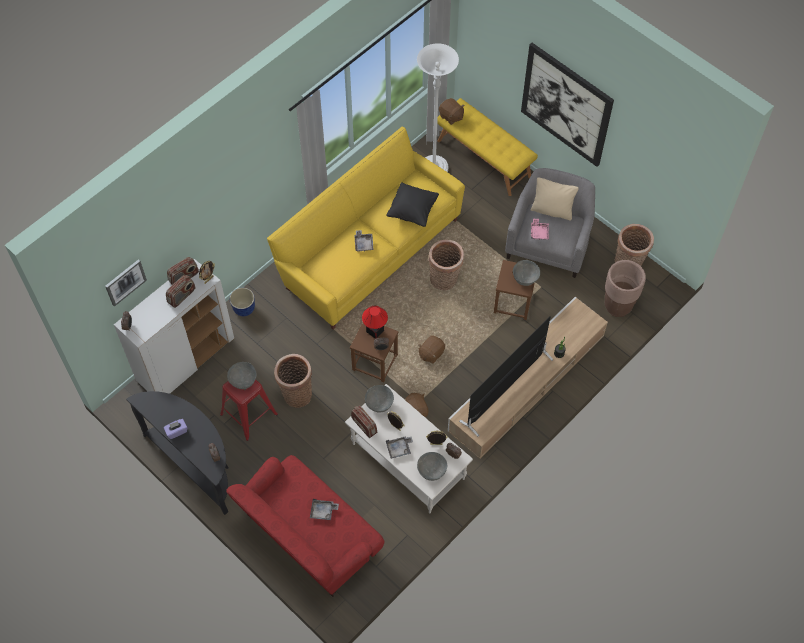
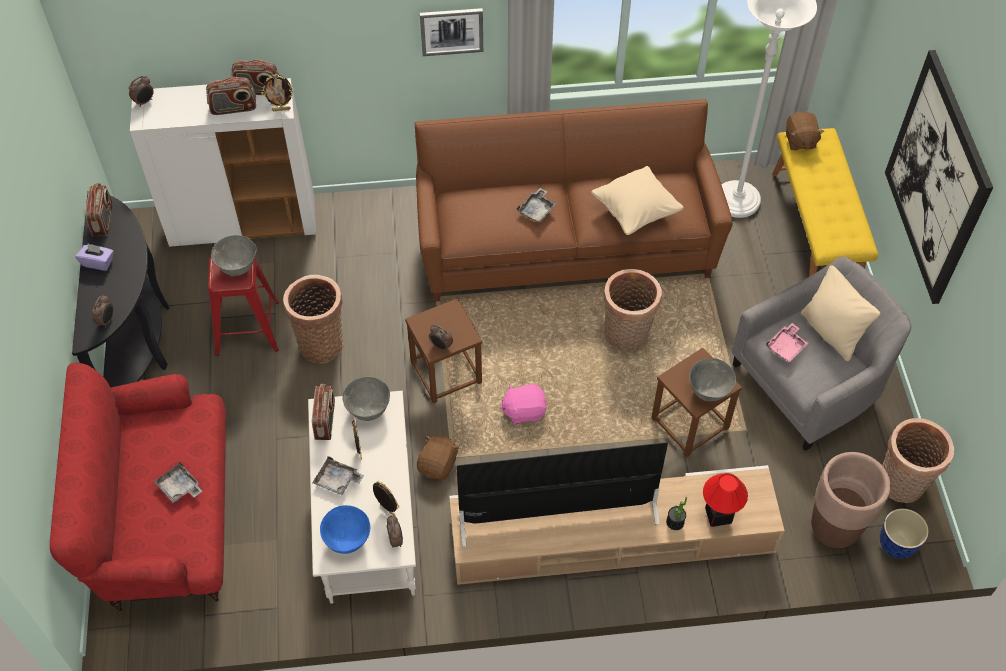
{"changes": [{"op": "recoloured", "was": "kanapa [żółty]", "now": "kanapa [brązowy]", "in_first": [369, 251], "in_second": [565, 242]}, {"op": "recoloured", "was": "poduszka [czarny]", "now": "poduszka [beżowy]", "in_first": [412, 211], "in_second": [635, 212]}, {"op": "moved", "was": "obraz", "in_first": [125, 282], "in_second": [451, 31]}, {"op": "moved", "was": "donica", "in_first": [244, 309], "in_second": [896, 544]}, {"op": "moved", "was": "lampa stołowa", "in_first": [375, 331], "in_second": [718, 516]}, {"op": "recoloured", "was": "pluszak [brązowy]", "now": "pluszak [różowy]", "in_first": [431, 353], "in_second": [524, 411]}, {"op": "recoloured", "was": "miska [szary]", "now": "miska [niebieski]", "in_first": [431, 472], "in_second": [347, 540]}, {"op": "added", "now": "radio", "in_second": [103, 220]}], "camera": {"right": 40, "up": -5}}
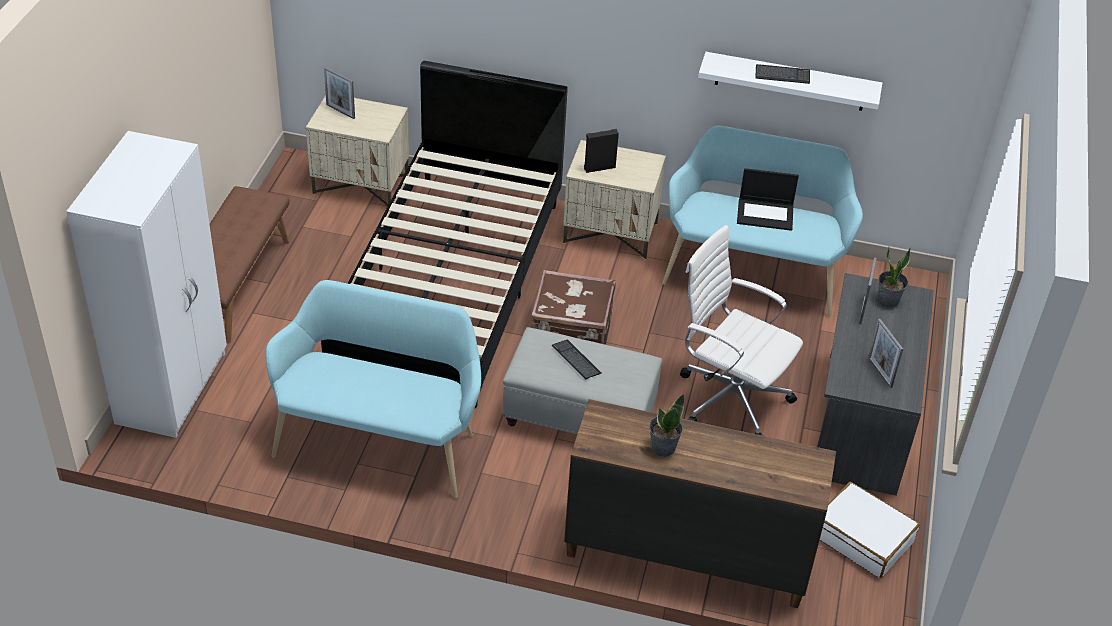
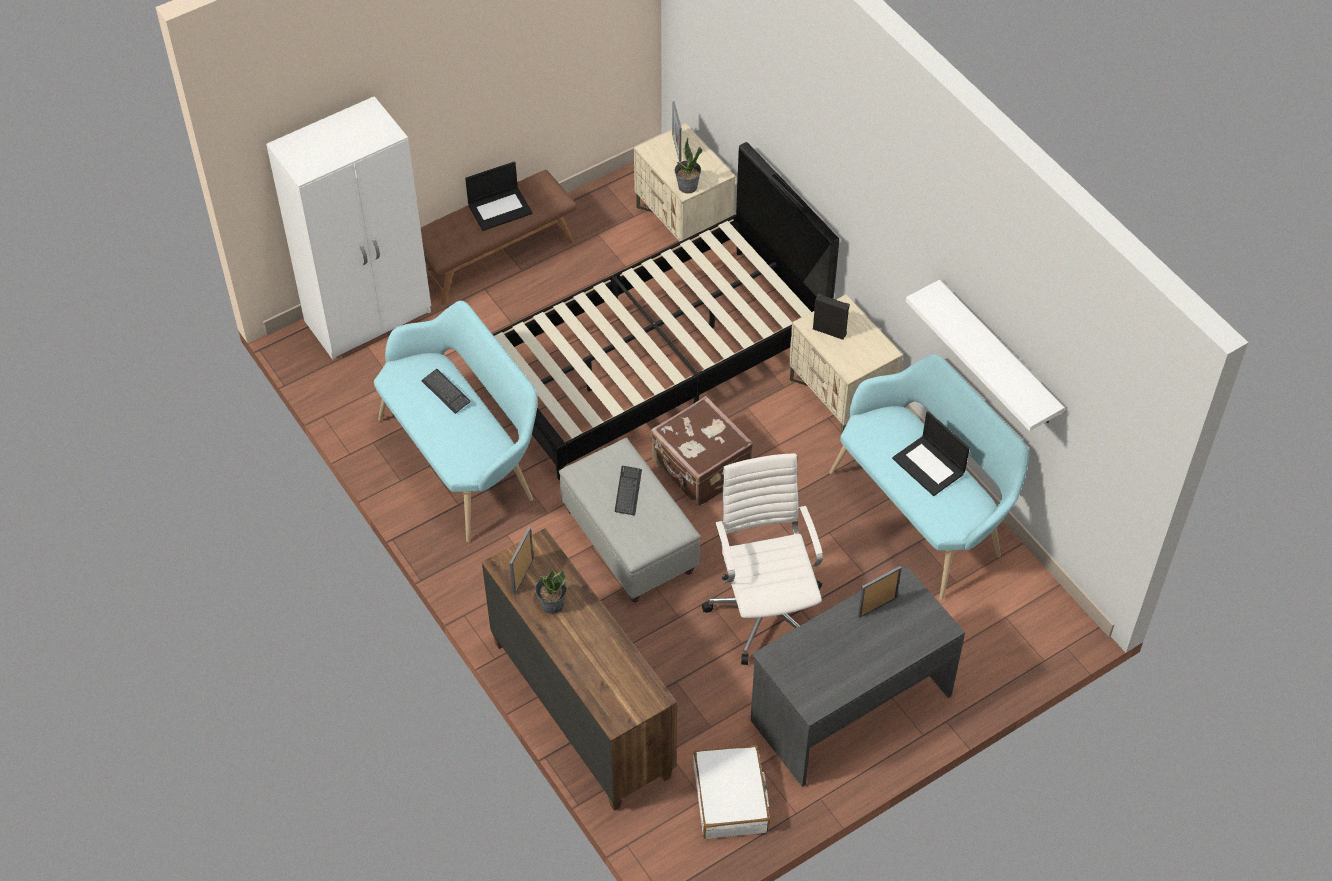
{"changes": [{"op": "moved", "was": "klawiatura", "in_first": [782, 75], "in_second": [446, 392]}, {"op": "moved", "was": "roślina doniczkowa", "in_first": [888, 300], "in_second": [687, 187]}, {"op": "moved", "was": "ramka na zdjęcie", "in_first": [880, 372], "in_second": [523, 576]}, {"op": "added", "now": "laptop", "in_second": [500, 208]}], "camera": {"right": 45, "up": 10}}
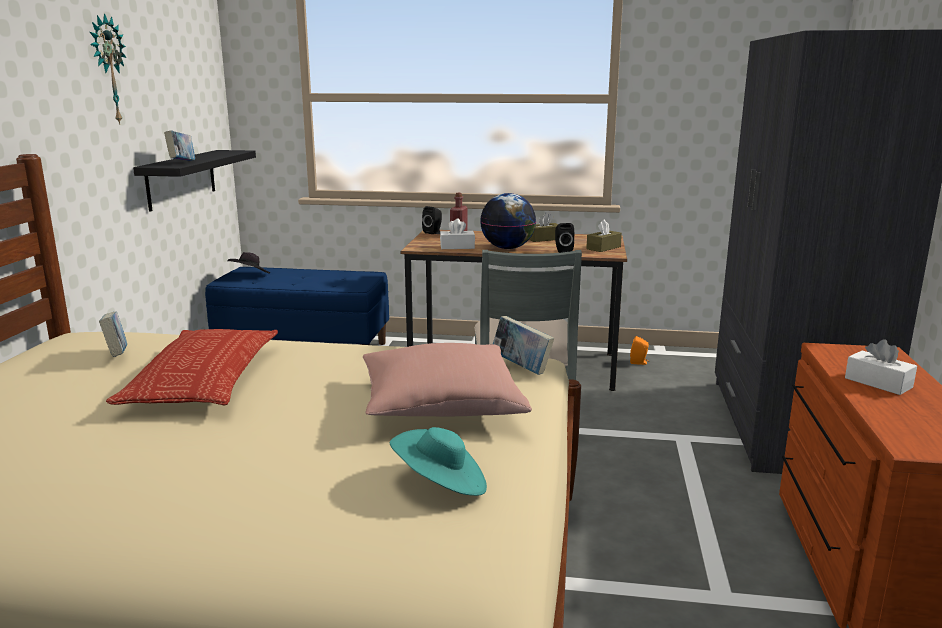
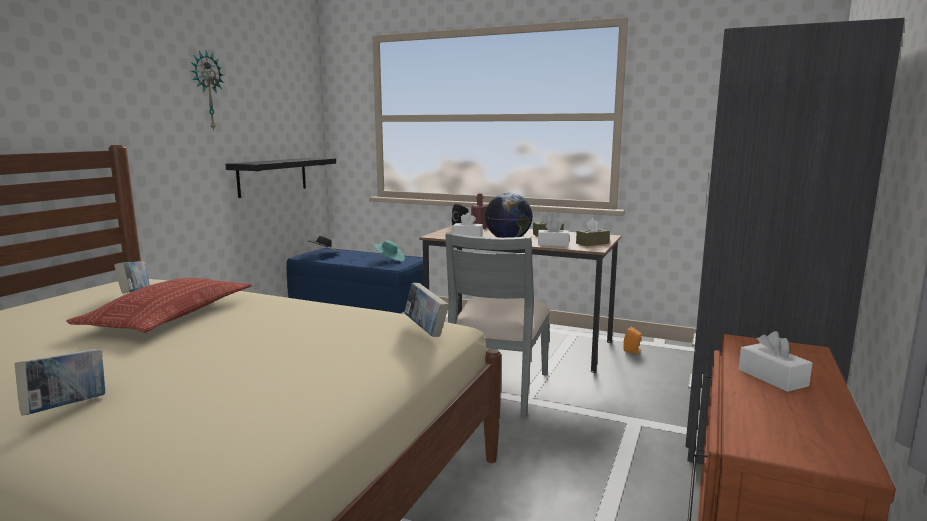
{"changes": [{"op": "moved", "was": "książka", "in_first": [182, 162], "in_second": [67, 408]}, {"op": "replaced", "was": "głośnik [czarny]", "now": "pudełko chusteczek [biały]", "in_first": [562, 251], "in_second": [553, 244]}, {"op": "removed", "was": "poduszka [różowy]", "in_first": [440, 405]}, {"op": "moved", "was": "kapelusz [turkusowy]", "in_first": [441, 485], "in_second": [389, 260]}], "camera": {"right": 15, "up": -5}}
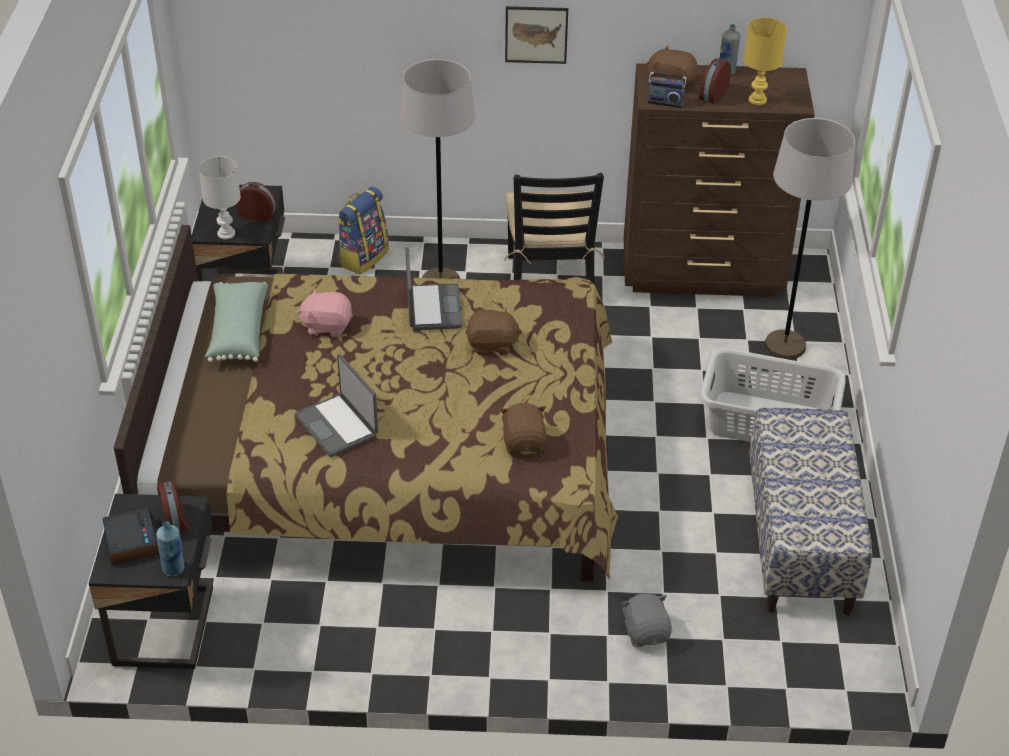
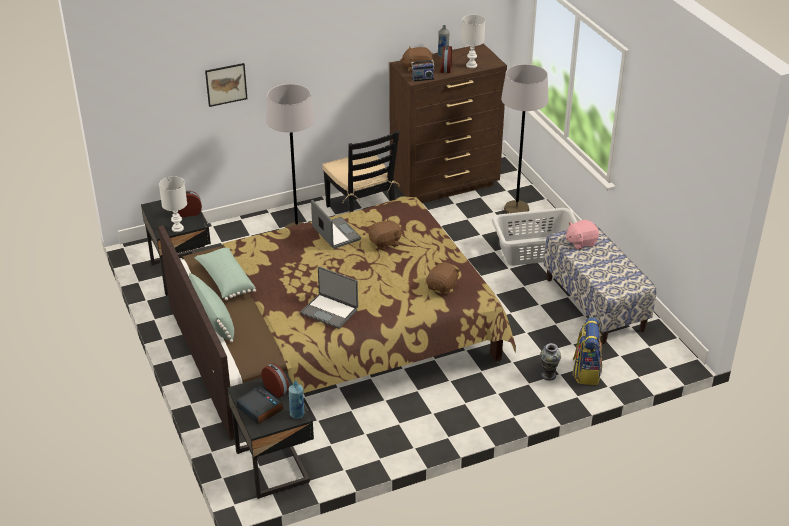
{"changes": [{"op": "moved", "was": "obraz", "in_first": [536, 34], "in_second": [226, 84]}, {"op": "recoloured", "was": "lampa stołowa [żółty]", "now": "lampa stołowa [biały]", "in_first": [758, 100], "in_second": [472, 65]}, {"op": "moved", "was": "plecak", "in_first": [363, 257], "in_second": [586, 371]}, {"op": "moved", "was": "pluszak [różowy]", "in_first": [327, 326], "in_second": [581, 242]}, {"op": "turned", "was": "pluszak [brązowy]", "in_first": [524, 442], "in_second": [442, 287], "clockwise": 60}, {"op": "replaced", "was": "pluszak [szary]", "now": "wazon", "in_first": [646, 632], "in_second": [548, 375]}, {"op": "added", "now": "poduszka [zielony]", "in_second": [213, 320]}], "camera": {"right": -25, "up": -5}}
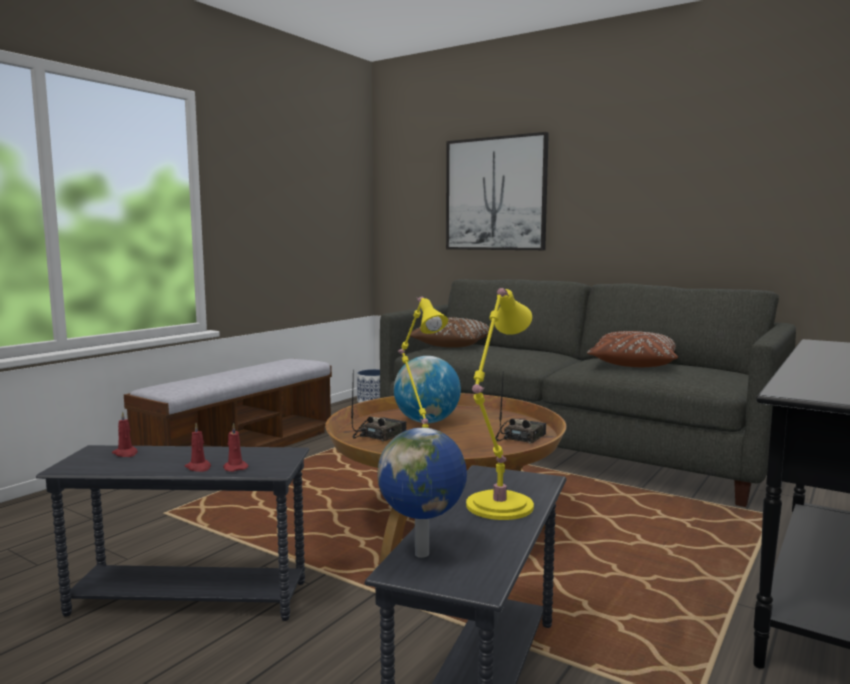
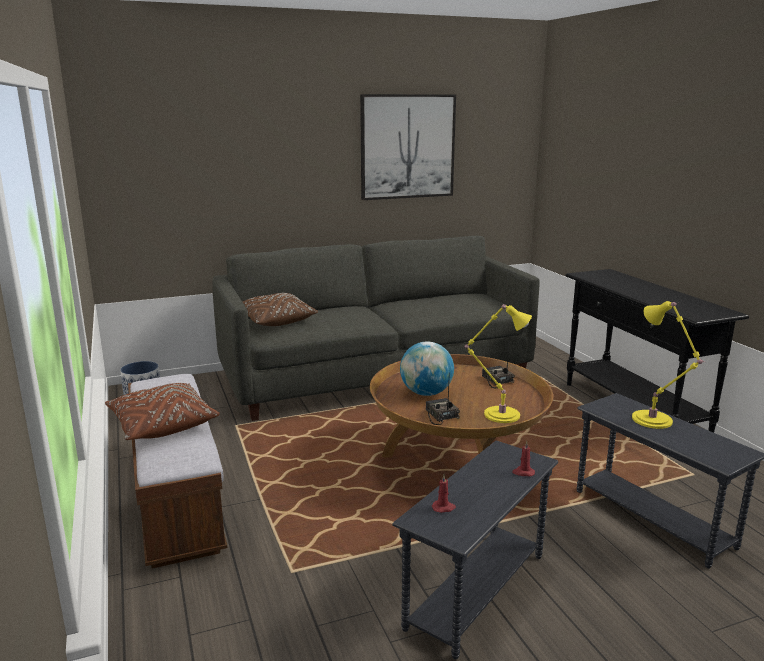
{"changes": [{"op": "moved", "was": "obraz", "in_first": [495, 194], "in_second": [407, 147]}, {"op": "moved", "was": "poduszka [brązowy]", "in_first": [633, 364], "in_second": [162, 425]}, {"op": "removed", "was": "świeca [czerwony]", "in_first": [199, 468]}, {"op": "removed", "was": "globus", "in_first": [424, 554]}], "camera": {"right": -55, "up": 10}}
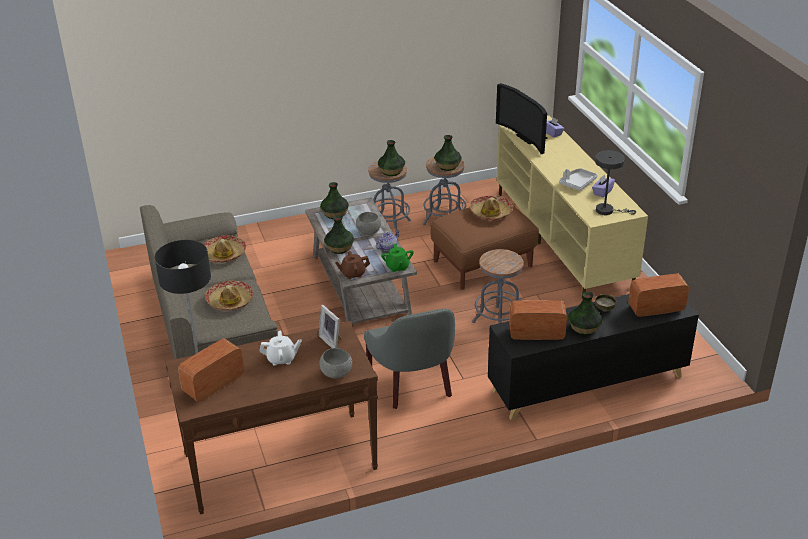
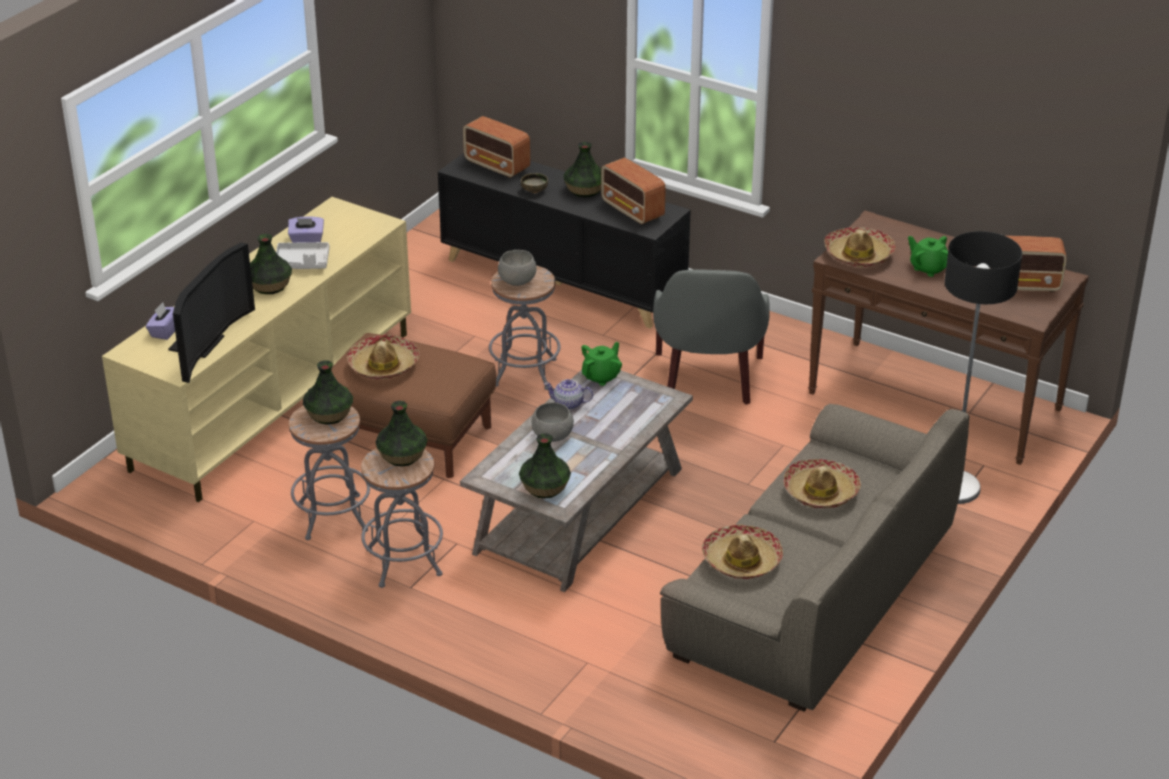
{"changes": [{"op": "removed", "was": "lampa stołowa [szary]", "in_first": [607, 210]}, {"op": "moved", "was": "wazon", "in_first": [339, 248], "in_second": [269, 286]}, {"op": "removed", "was": "imbryk [brązowy]", "in_first": [353, 274]}, {"op": "replaced", "was": "ramka na zdjęcie", "now": "kapelusz", "in_first": [332, 341], "in_second": [859, 255]}, {"op": "turned", "was": "fotel [szary]", "in_first": [413, 383], "in_second": [708, 379], "clockwise": 150}, {"op": "recoloured", "was": "imbryk [biały]", "now": "imbryk [zielony]", "in_first": [281, 359], "in_second": [928, 268]}, {"op": "moved", "was": "miska [szary]", "in_first": [336, 373], "in_second": [516, 281]}], "camera": {"right": -130, "up": 0}}
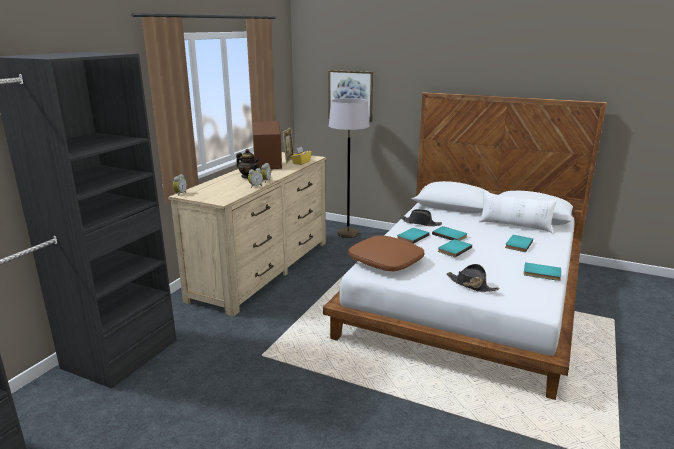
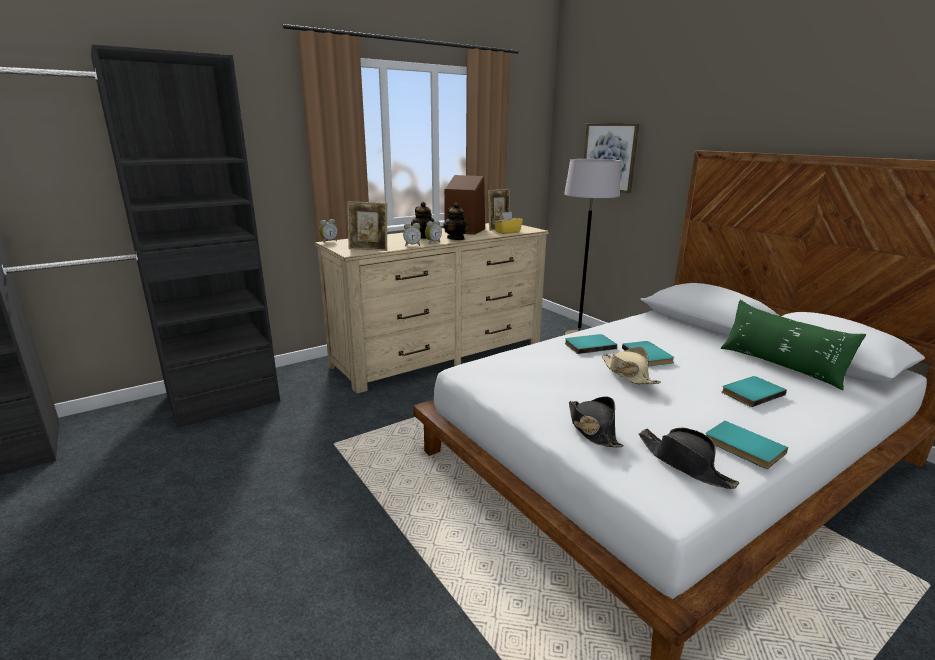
{"changes": [{"op": "recoloured", "was": "poduszka [biały]", "now": "poduszka [zielony]", "in_first": [514, 225], "in_second": [780, 366]}, {"op": "moved", "was": "kapelusz [czarny]", "in_first": [420, 223], "in_second": [684, 464]}, {"op": "removed", "was": "poduszka [brązowy]", "in_first": [386, 261]}, {"op": "replaced", "was": "książka [turkusowy]", "now": "kapelusz [beżowy]", "in_first": [453, 249], "in_second": [628, 374]}, {"op": "added", "now": "ramka na zdjęcie", "in_second": [368, 249]}, {"op": "added", "now": "imbryk", "in_second": [456, 238]}], "camera": {"right": 30, "up": 0}}
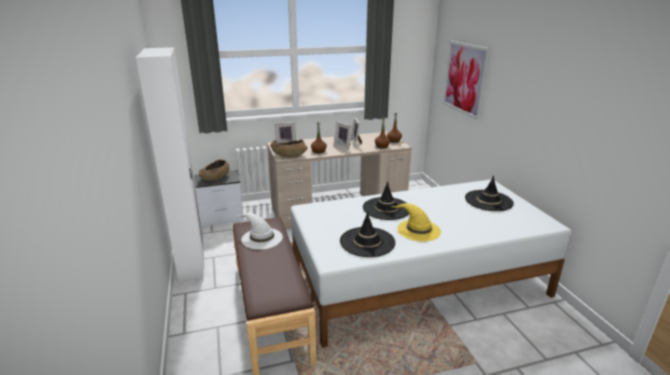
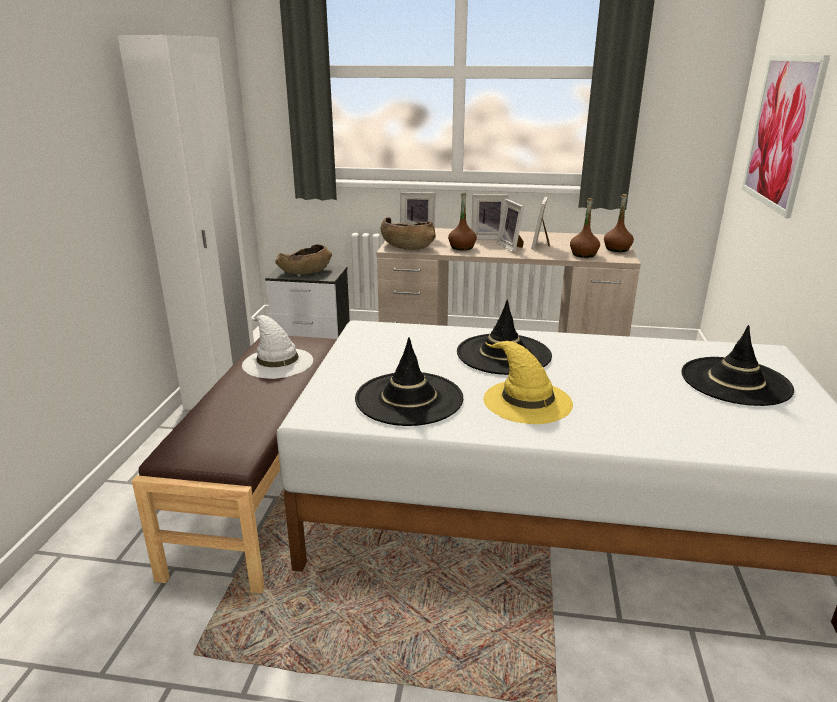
{"changes": [{"op": "added", "now": "ramka na zdjęcie", "in_second": [488, 237]}], "camera": {"right": 25, "up": 0}}
